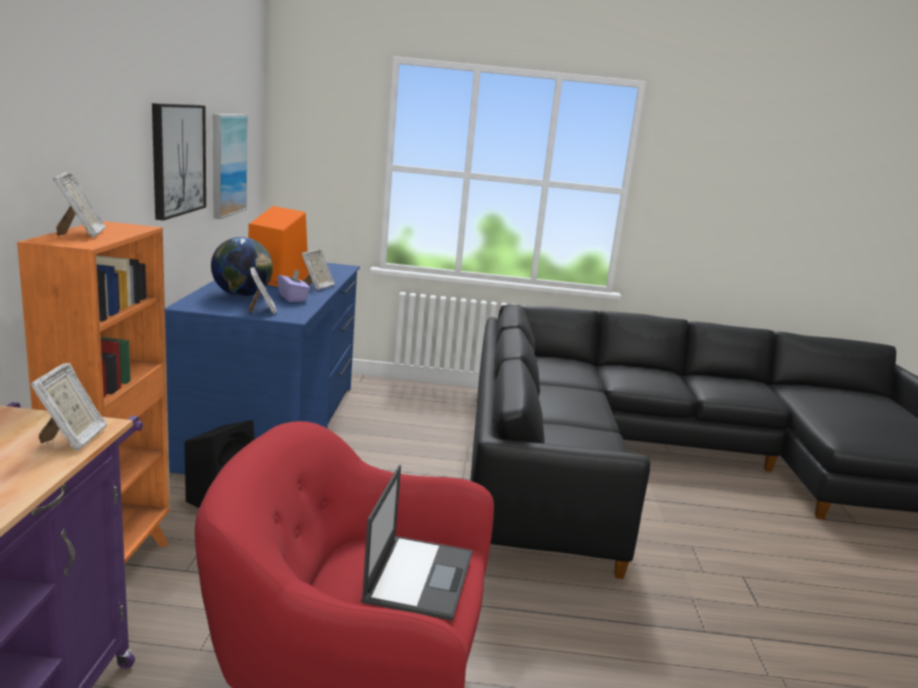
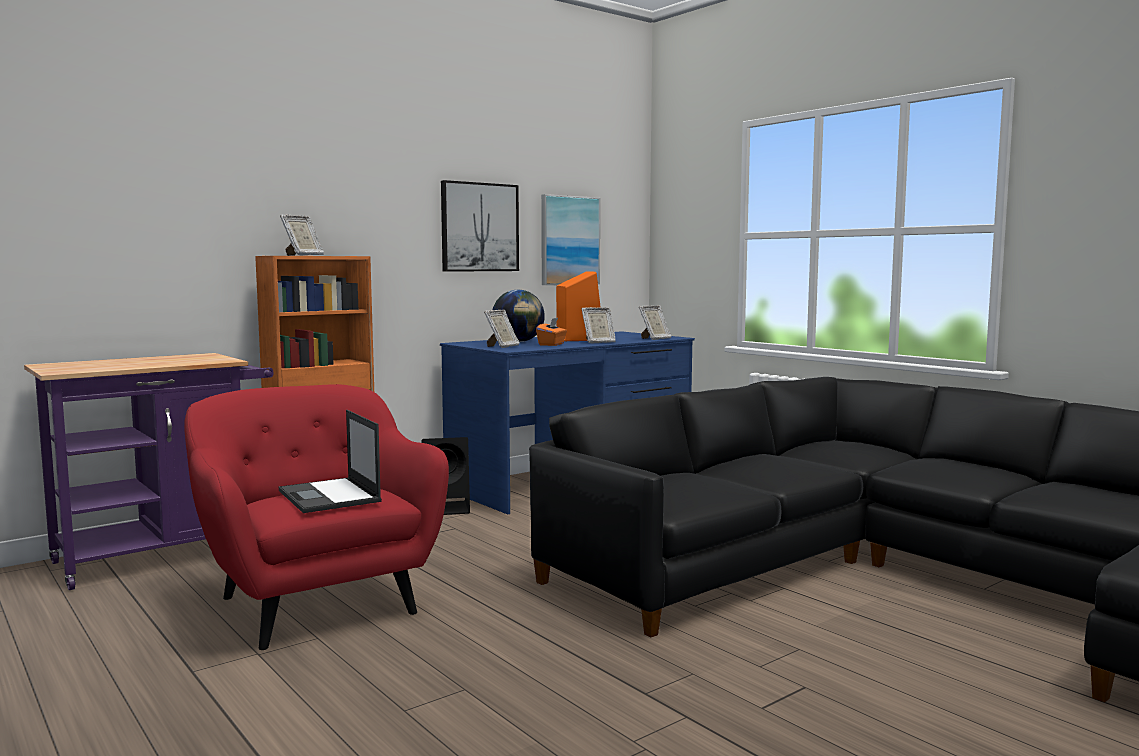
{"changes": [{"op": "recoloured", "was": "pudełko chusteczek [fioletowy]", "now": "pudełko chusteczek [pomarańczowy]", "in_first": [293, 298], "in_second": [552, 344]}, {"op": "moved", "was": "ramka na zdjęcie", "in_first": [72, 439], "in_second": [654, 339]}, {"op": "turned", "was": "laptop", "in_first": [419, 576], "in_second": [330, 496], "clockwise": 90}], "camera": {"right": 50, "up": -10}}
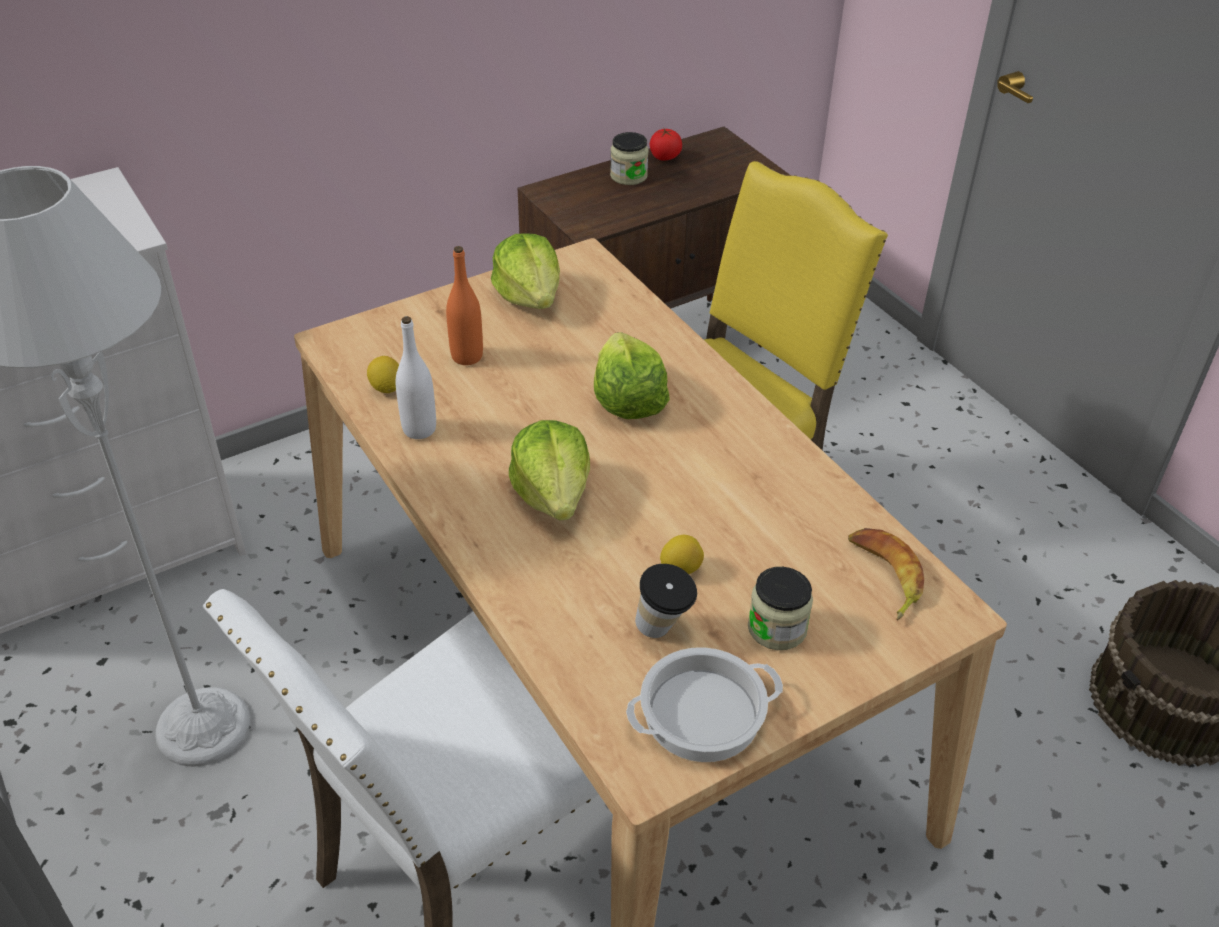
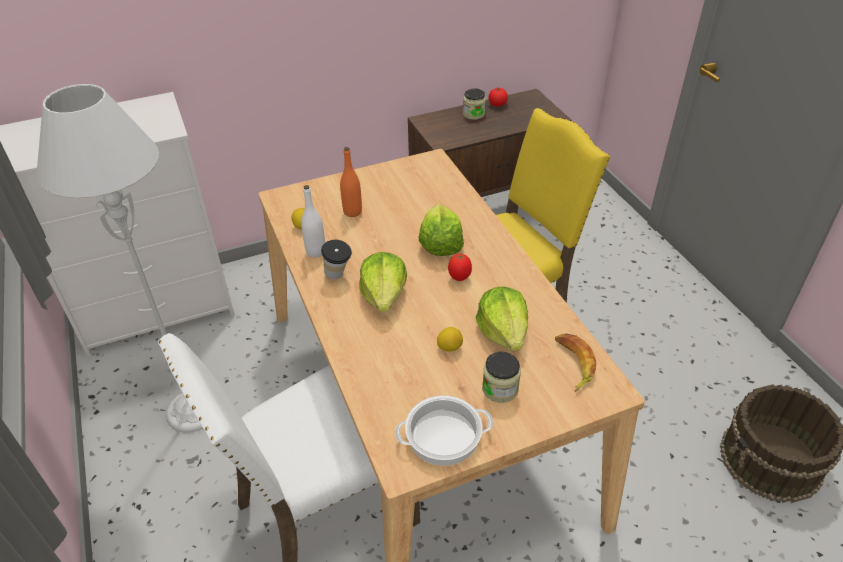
{"changes": [{"op": "moved", "was": "sałata", "in_first": [530, 295], "in_second": [503, 332]}, {"op": "moved", "was": "filiżanka", "in_first": [663, 630], "in_second": [338, 276]}, {"op": "added", "now": "pomidor", "in_second": [459, 277]}], "camera": {"right": 10, "up": 0}}
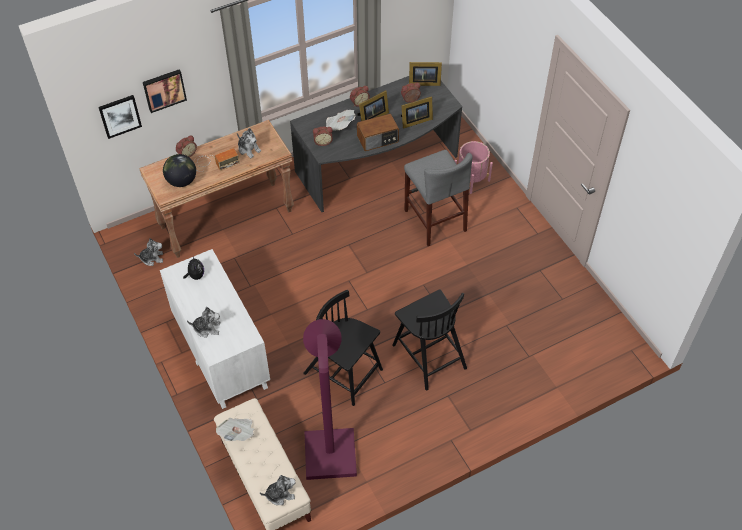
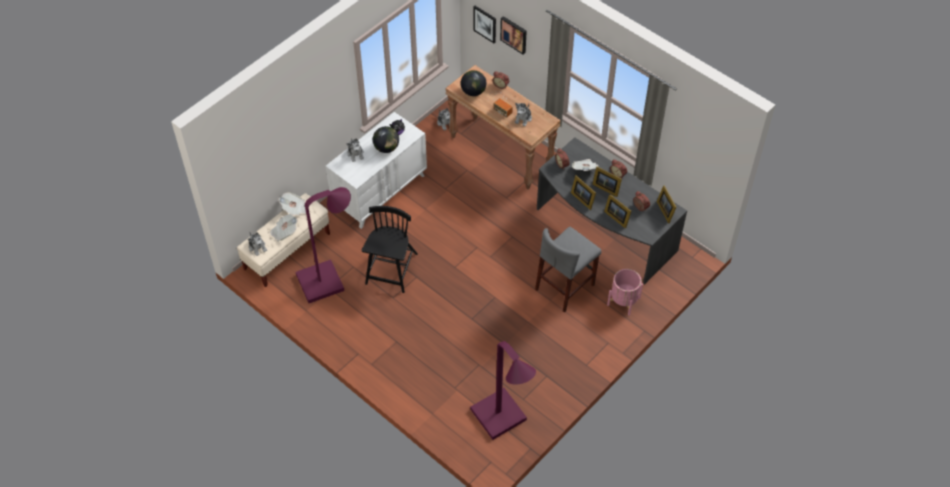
{"changes": [{"op": "replaced", "was": "radio", "now": "ramka na zdjęcie", "in_first": [378, 139], "in_second": [582, 198]}, {"op": "removed", "was": "krzesło [czarny]", "in_first": [428, 355]}, {"op": "added", "now": "globus", "in_second": [386, 148]}, {"op": "added", "now": "gazeta", "in_second": [284, 232]}, {"op": "added", "now": "lampa stojąca [fioletowy]", "in_second": [503, 421]}], "camera": {"right": 70, "up": 0}}
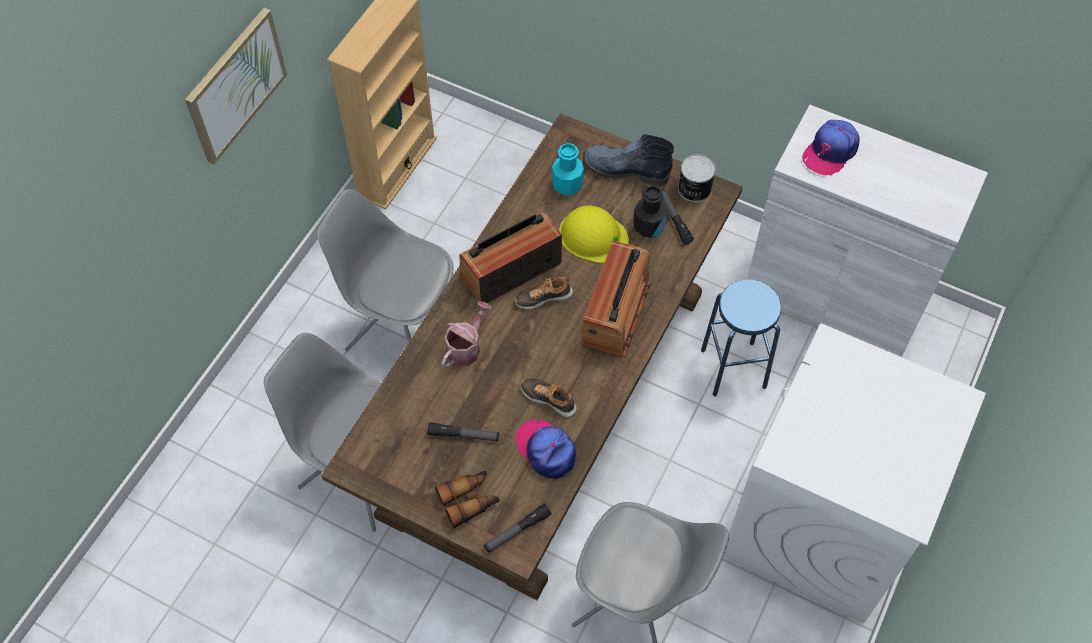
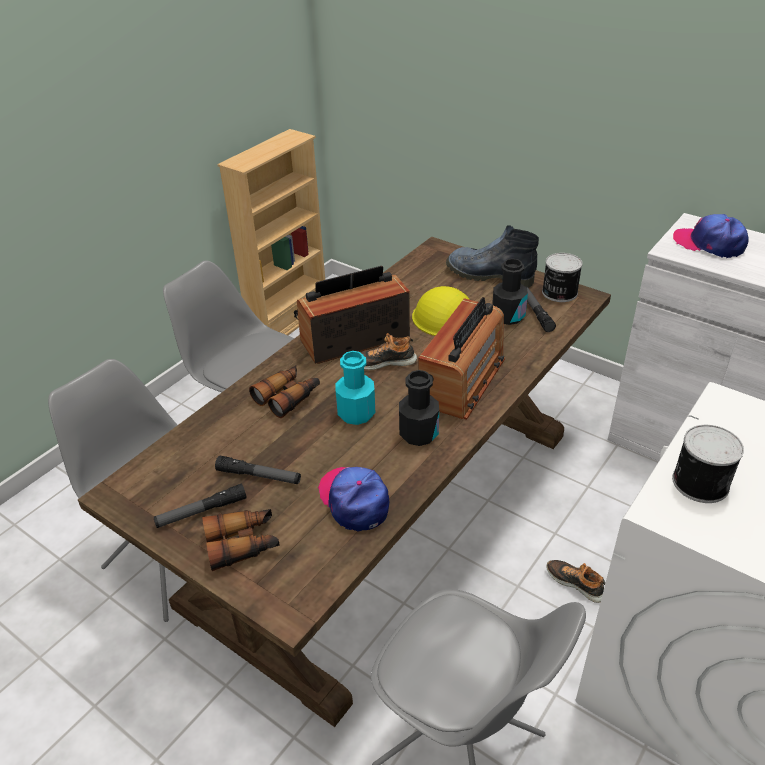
{"changes": [{"op": "removed", "was": "obraz", "in_first": [235, 85]}, {"op": "turned", "was": "czapka z daszkiem", "in_first": [830, 151], "in_second": [709, 243], "clockwise": 75}, {"op": "moved", "was": "butelka [turkusowy]", "in_first": [567, 184], "in_second": [356, 413]}, {"op": "removed", "was": "stołek [niebieski]", "in_first": [733, 368]}, {"op": "replaced", "was": "konewka", "now": "lornetka", "in_first": [466, 347], "in_second": [288, 396]}, {"op": "moved", "was": "but", "in_first": [549, 398], "in_second": [575, 583]}, {"op": "moved", "was": "latarka", "in_first": [517, 531], "in_second": [201, 511]}, {"op": "added", "now": "butelka [czarny]", "in_second": [418, 433]}, {"op": "added", "now": "puszka", "in_second": [699, 482]}], "camera": {"right": 10, "up": -20}}
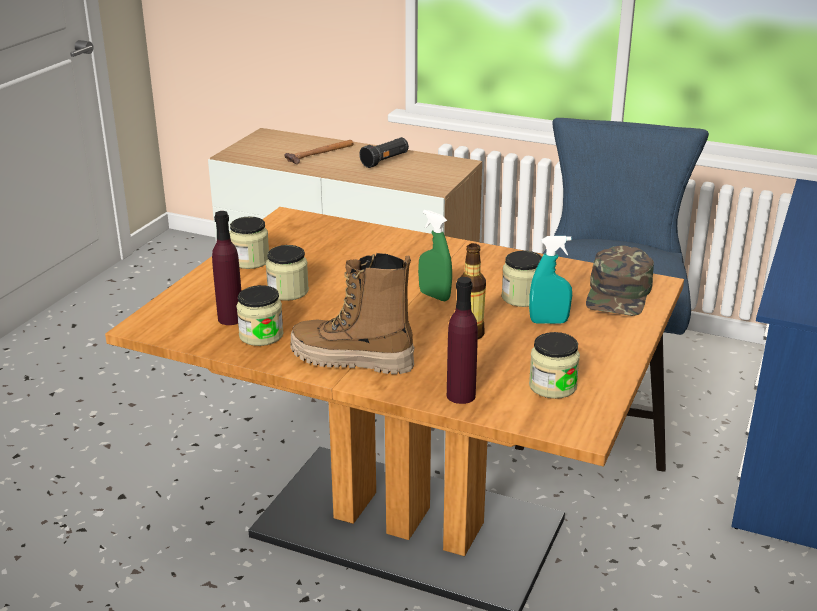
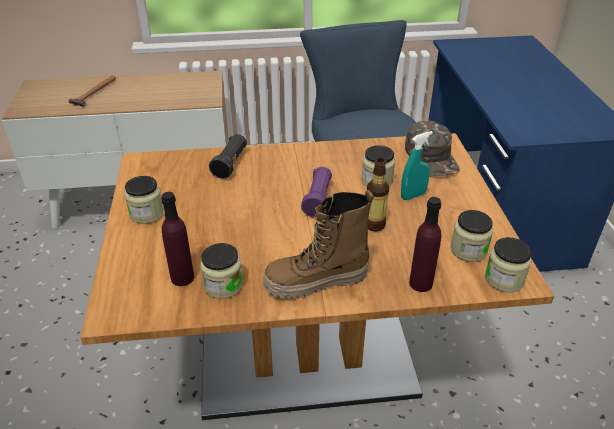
{"changes": [{"op": "moved", "was": "latarka [czarny]", "in_first": [385, 161], "in_second": [230, 164]}, {"op": "replaced", "was": "spryskiwacz [zielony]", "now": "latarka [fioletowy]", "in_first": [434, 296], "in_second": [318, 199]}, {"op": "moved", "was": "słoik", "in_first": [288, 291], "in_second": [504, 279]}], "camera": {"right": -30, "up": 10}}
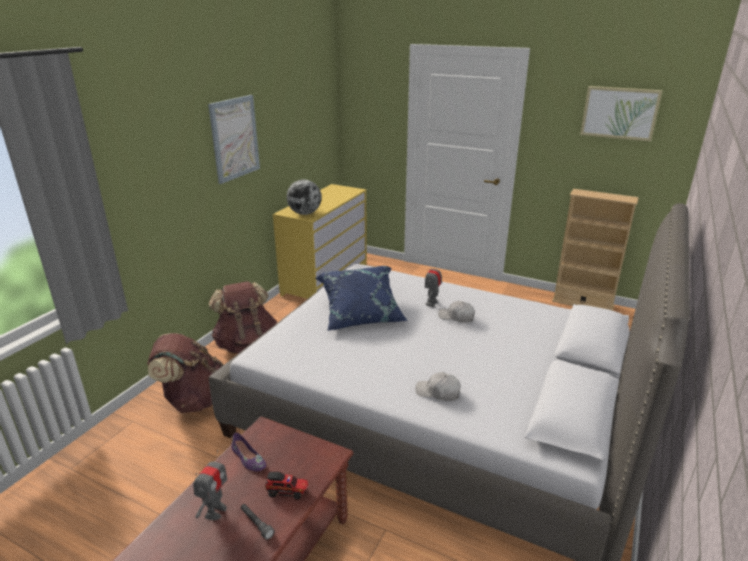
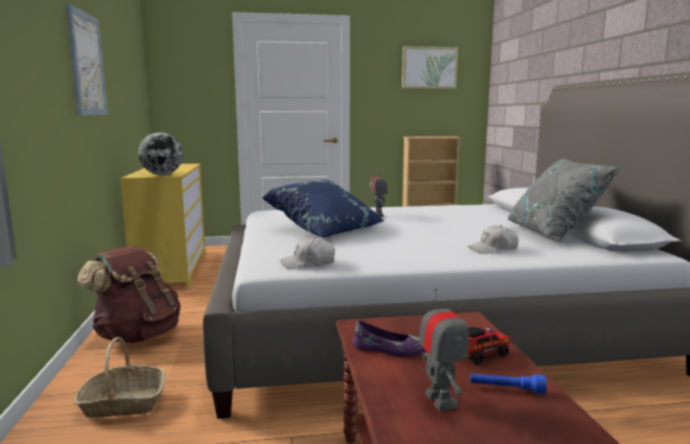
{"changes": [{"op": "moved", "was": "czapka z daszkiem [biały]", "in_first": [456, 317], "in_second": [308, 263]}, {"op": "replaced", "was": "plecak [brązowy]", "now": "koszyk", "in_first": [193, 400], "in_second": [123, 403]}, {"op": "recoloured", "was": "latarka [szary]", "now": "latarka [niebieski]", "in_first": [256, 524], "in_second": [506, 389]}, {"op": "added", "now": "poduszka [szary]", "in_second": [554, 234]}], "camera": {"right": -35, "up": -15}}
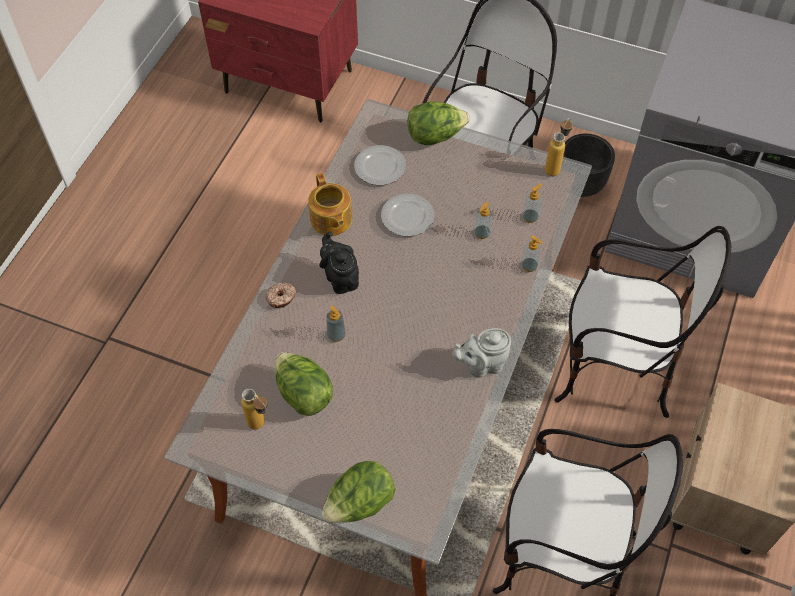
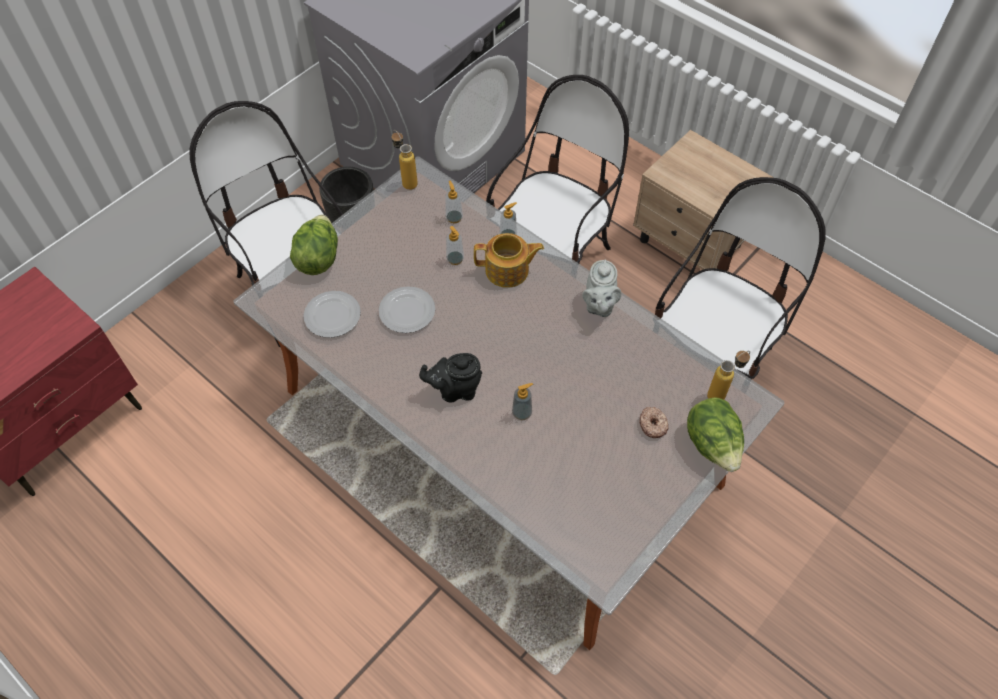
{"changes": [{"op": "moved", "was": "imbryk", "in_first": [331, 220], "in_second": [508, 271]}, {"op": "moved", "was": "donut", "in_first": [281, 298], "in_second": [653, 425]}, {"op": "removed", "was": "sałata", "in_first": [303, 394]}, {"op": "moved", "was": "butelka", "in_first": [261, 426], "in_second": [722, 393]}], "camera": {"right": -70, "up": 0}}
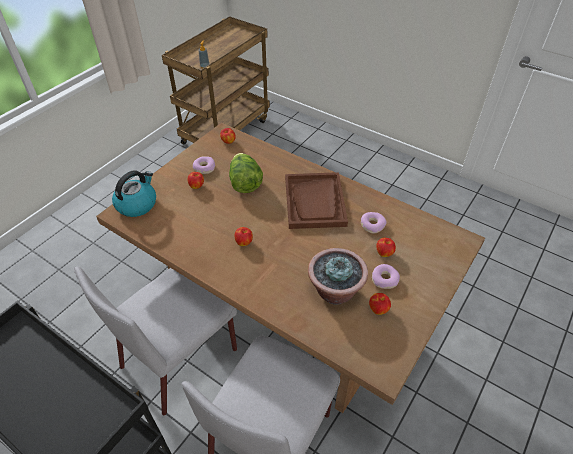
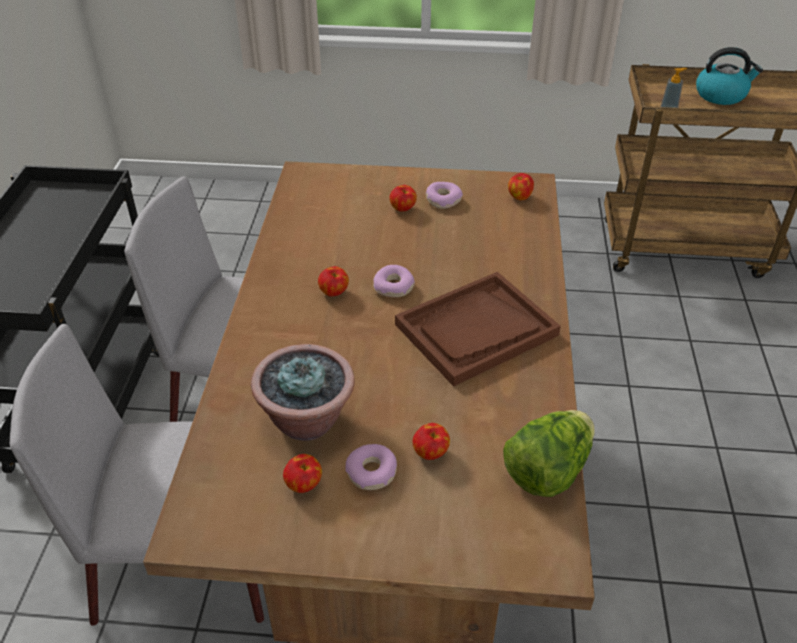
{"changes": [{"op": "moved", "was": "sałata", "in_first": [245, 183], "in_second": [547, 470]}, {"op": "moved", "was": "czajnik", "in_first": [137, 204], "in_second": [721, 95]}, {"op": "moved", "was": "donut", "in_first": [372, 225], "in_second": [394, 287]}], "camera": {"right": 60, "up": -5}}
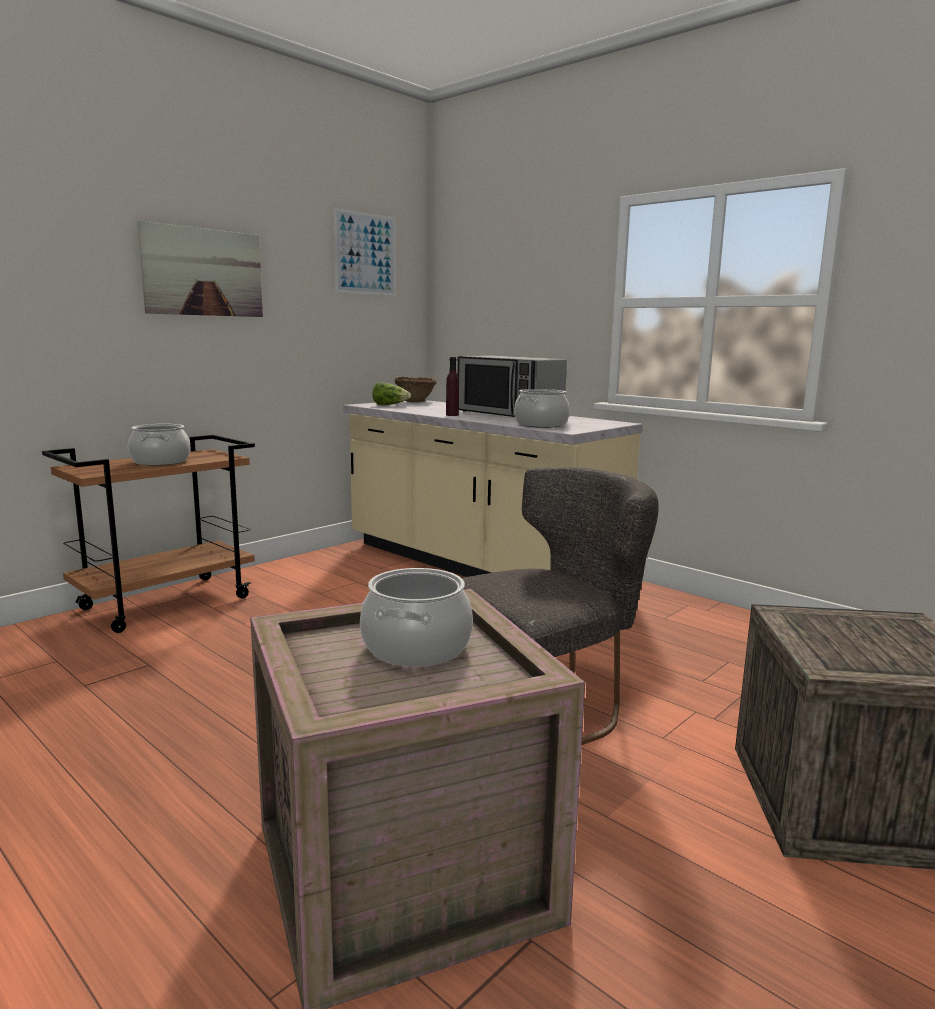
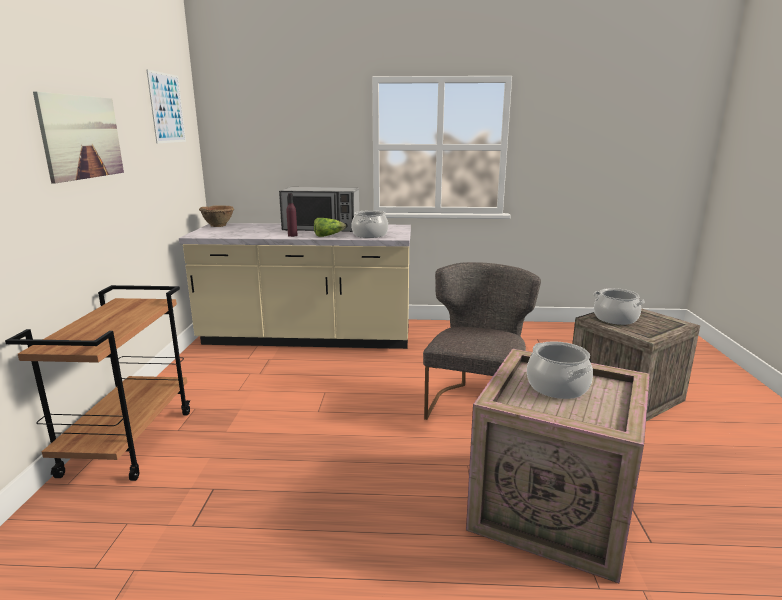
{"changes": [{"op": "moved", "was": "sałata", "in_first": [390, 405], "in_second": [328, 235]}, {"op": "moved", "was": "garnek", "in_first": [160, 461], "in_second": [615, 319]}], "camera": {"right": -40, "up": 5}}
